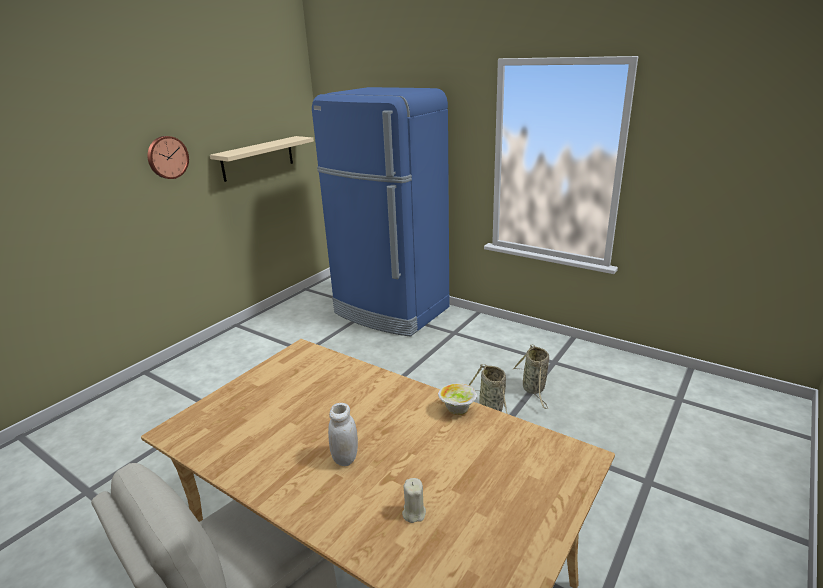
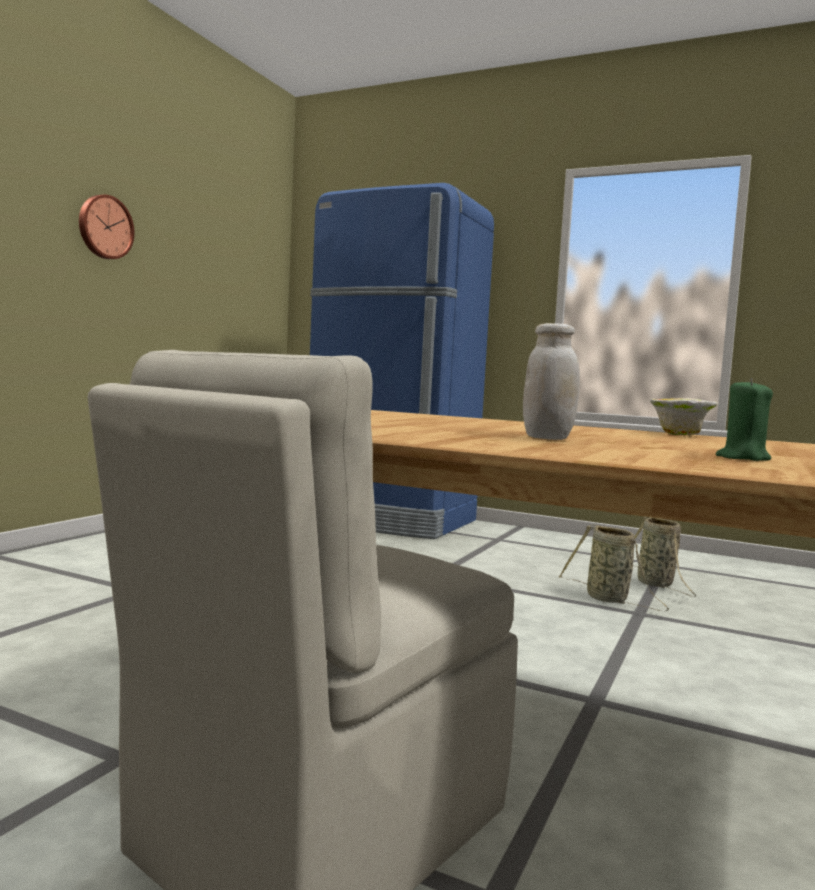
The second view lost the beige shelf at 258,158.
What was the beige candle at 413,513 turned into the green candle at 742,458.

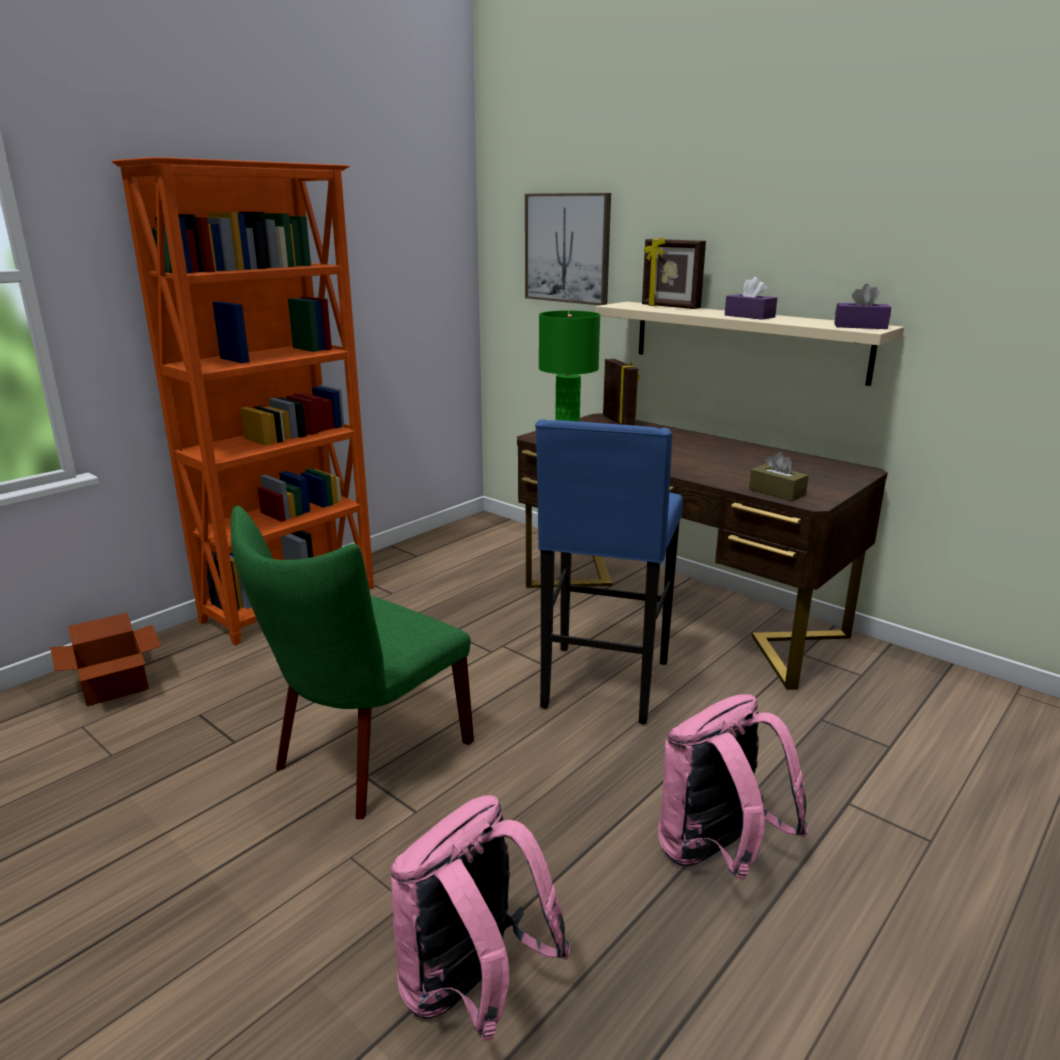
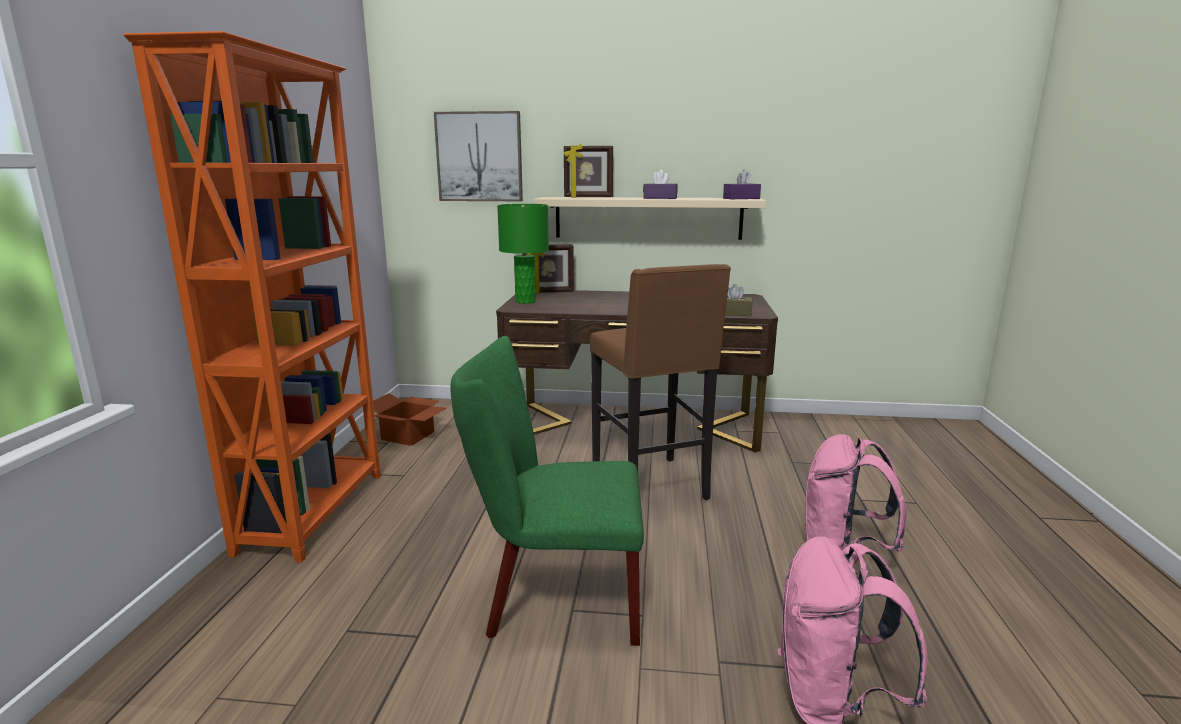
The cardboard box ended up elsewhere, having gone from 113,686 to 408,436.
The green chair at 365,759 ended up facing another way, 90 degrees clockwise from before.
What was the blue stool at 603,686 turned into the brown stool at 652,486.
The picture frame at 619,422 ended up facing another way, 135 degrees clockwise from before.

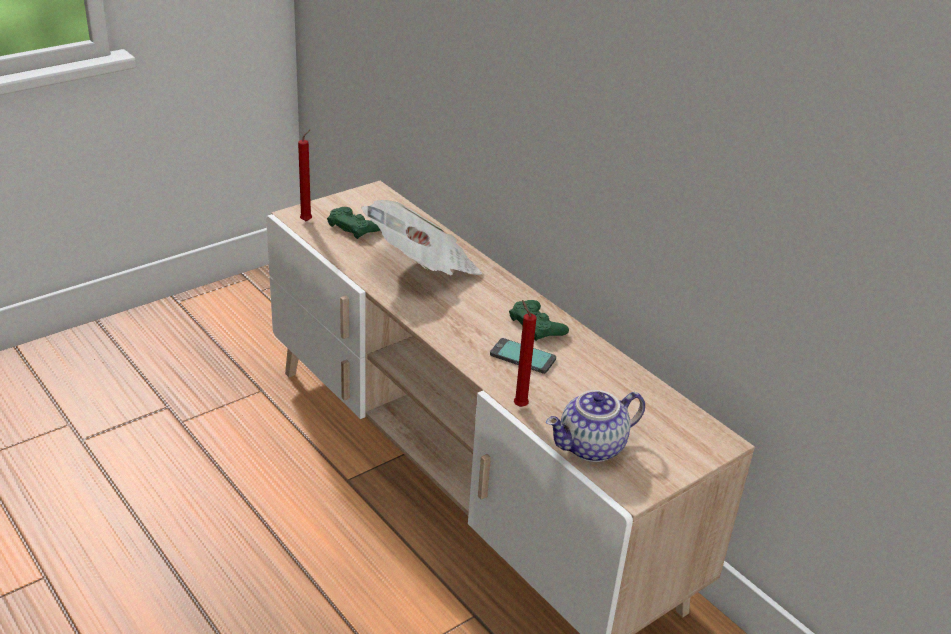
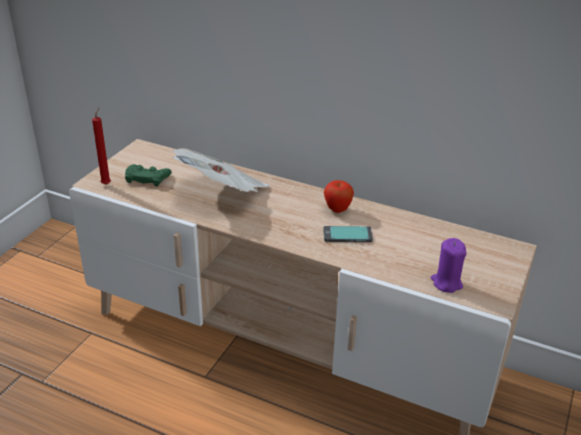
Where the green game controller stood at 537,325, the apple came to stand at 337,210.
The second view lost the red candle at 519,405.
Where the teapot stood at 592,448, the purple candle came to stand at 446,283.

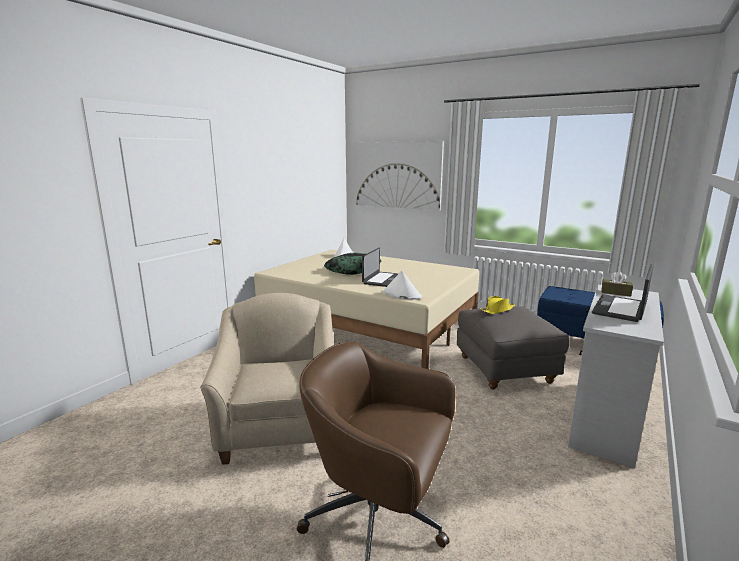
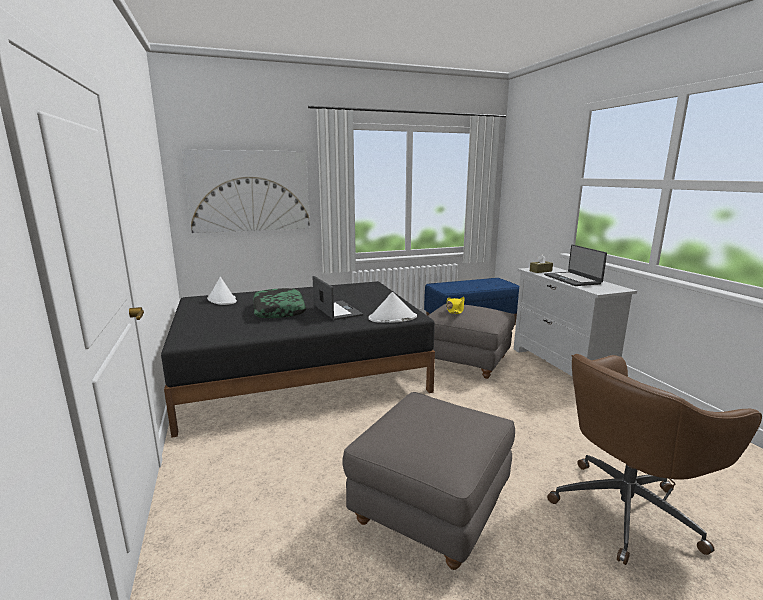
Where the beige armchair stood at 280,425, the grey ottoman came to stand at 430,507.
What was the beige bed at 368,326 turned into the black bed at 300,374.

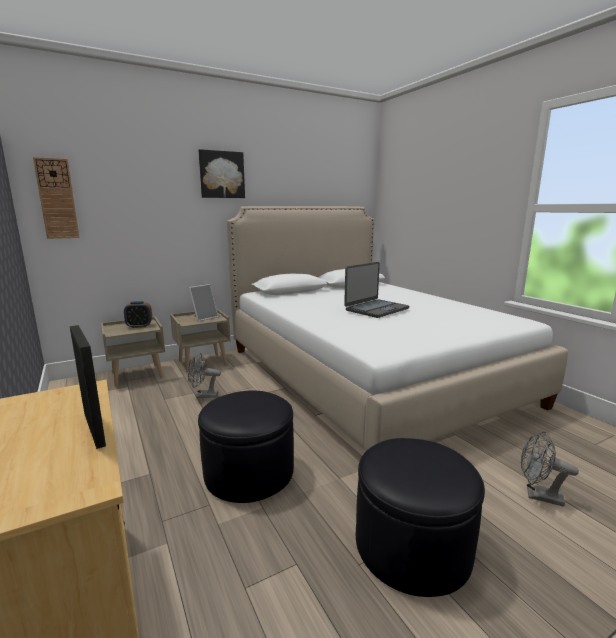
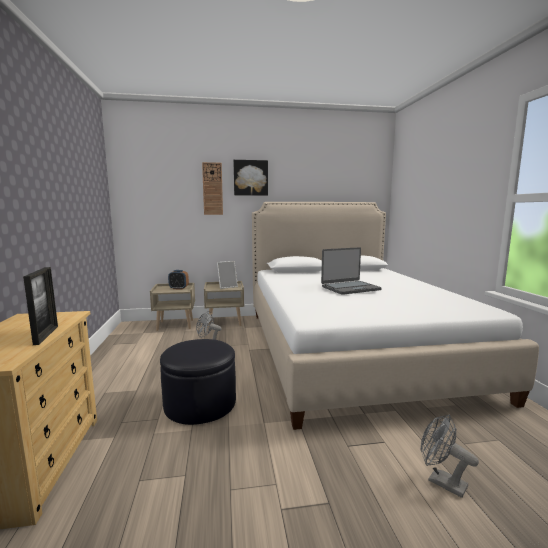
The wall clock ended up elsewhere, having gone from 57,199 to 212,189.
The second view lost the black ottoman at 412,545.

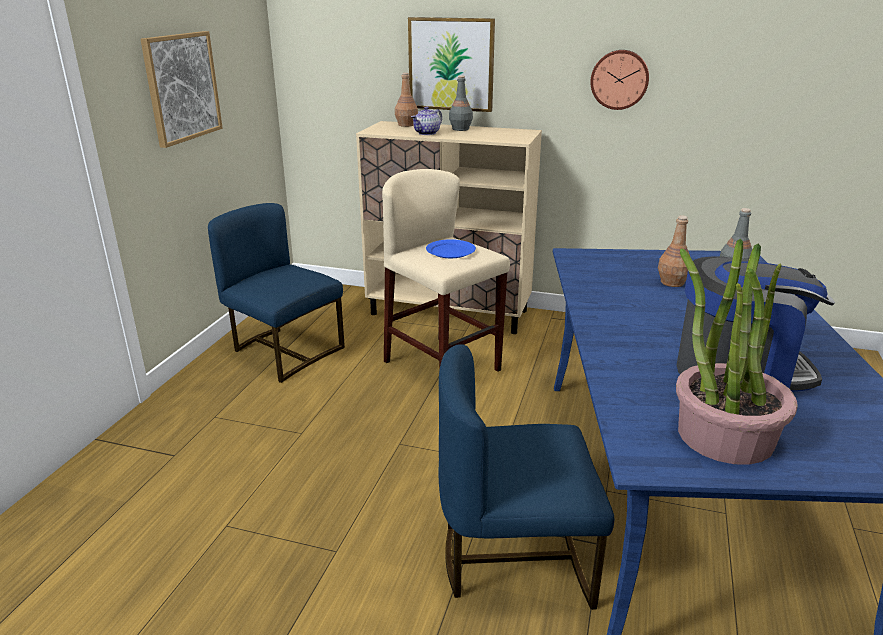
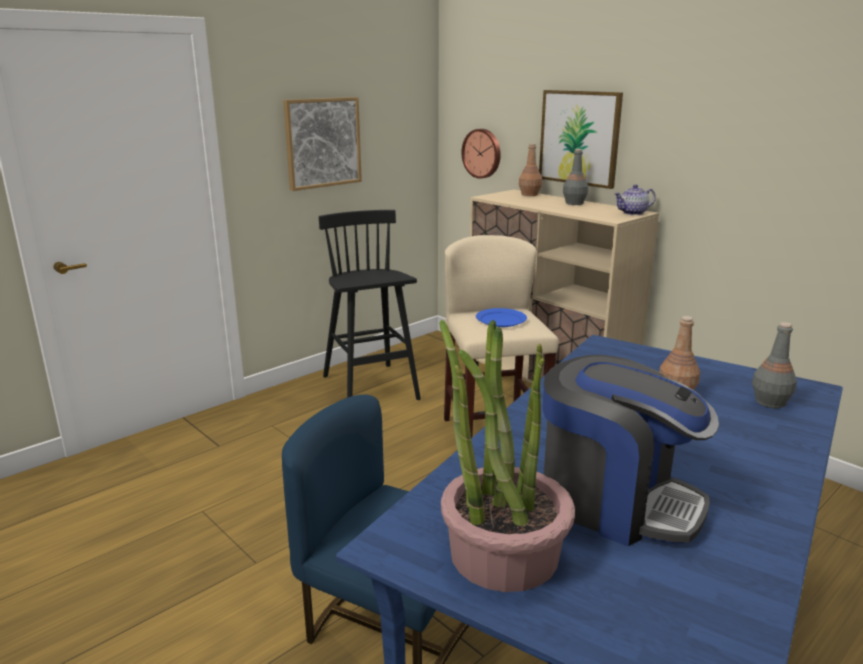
Where the blue chair stood at 284,351, the black stool came to stand at 371,388.
The teapot ended up elsewhere, having gone from 427,133 to 633,213.
The wall clock ended up elsewhere, having gone from 619,79 to 482,153.

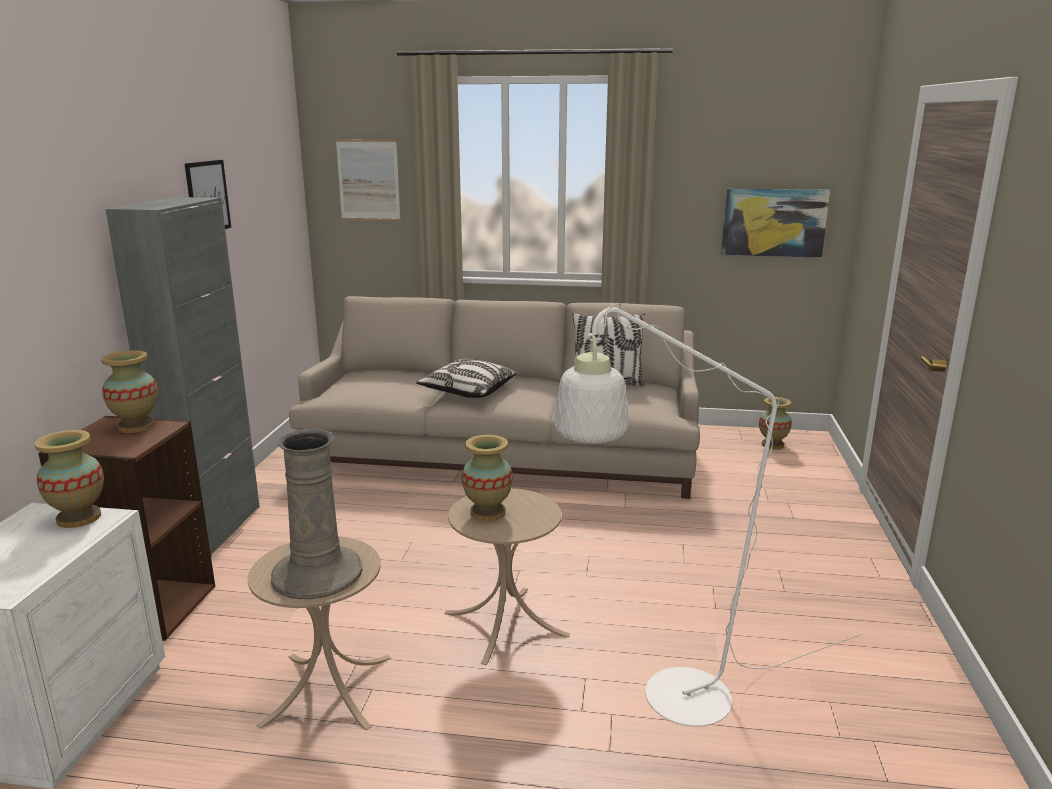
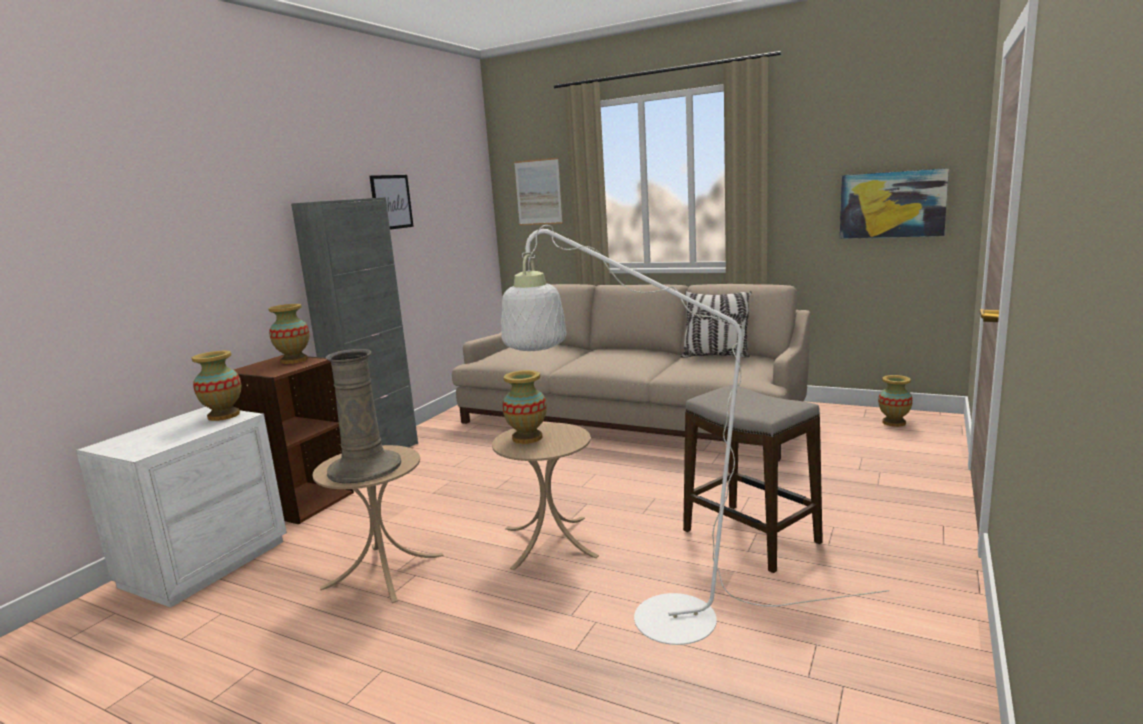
The second view lost the pillow at 467,392.
The second view gained the stool at 750,537.

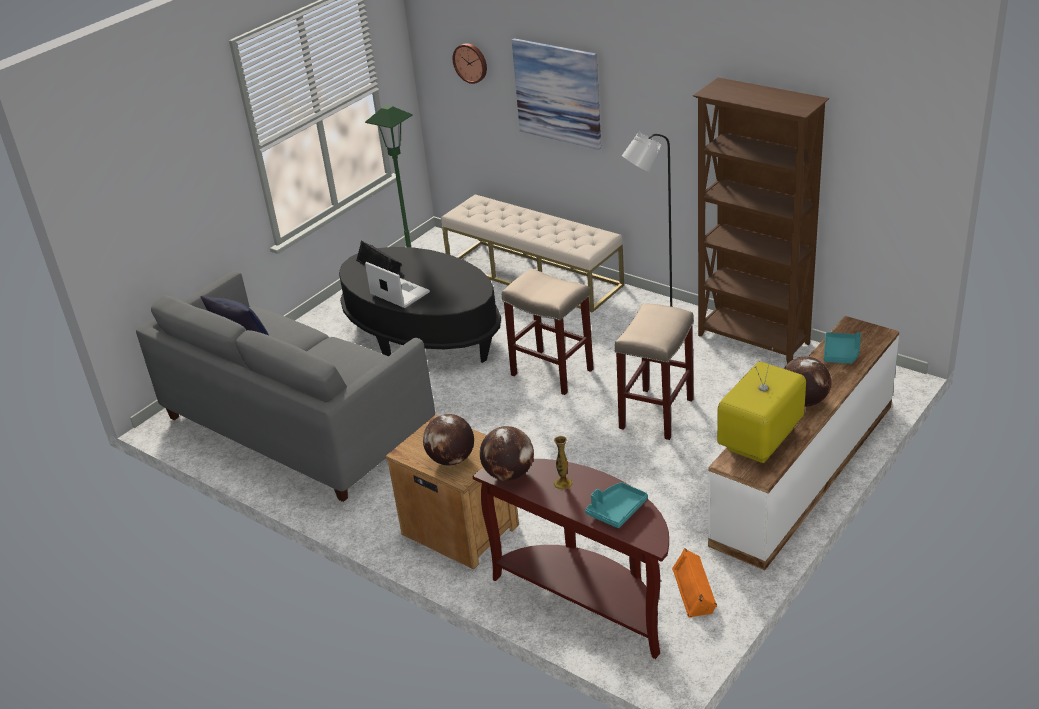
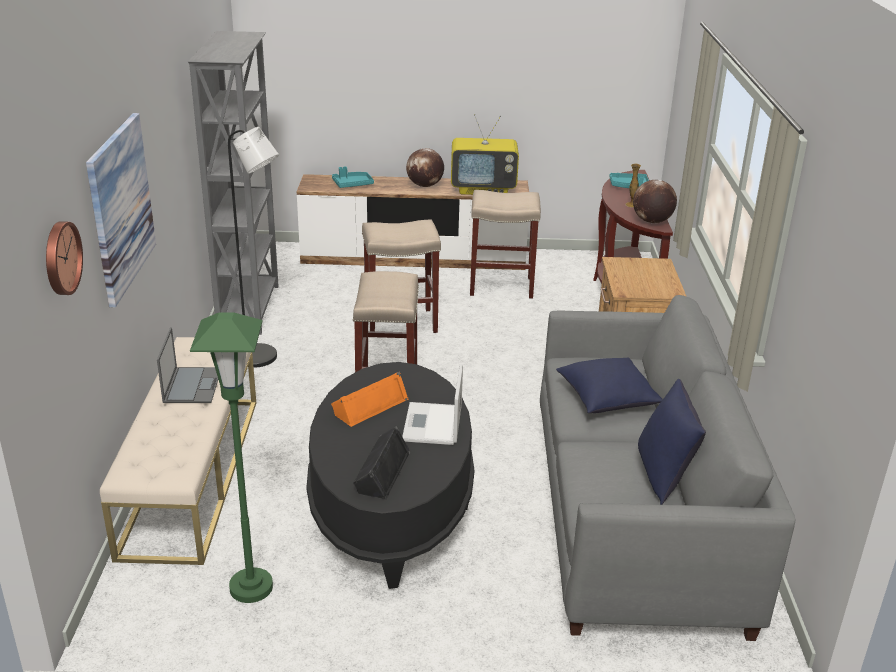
The second view lost the globe at 451,460.
The orange speaker ended up elsewhere, having gone from 695,590 to 369,405.
What was the brown bookcase at 753,340 turned into the grey bookcase at 250,308.
The second view gained the laptop at 192,385.
The second view gained the beige stool at 502,286.
The second view gained the blue pillow at 606,399.

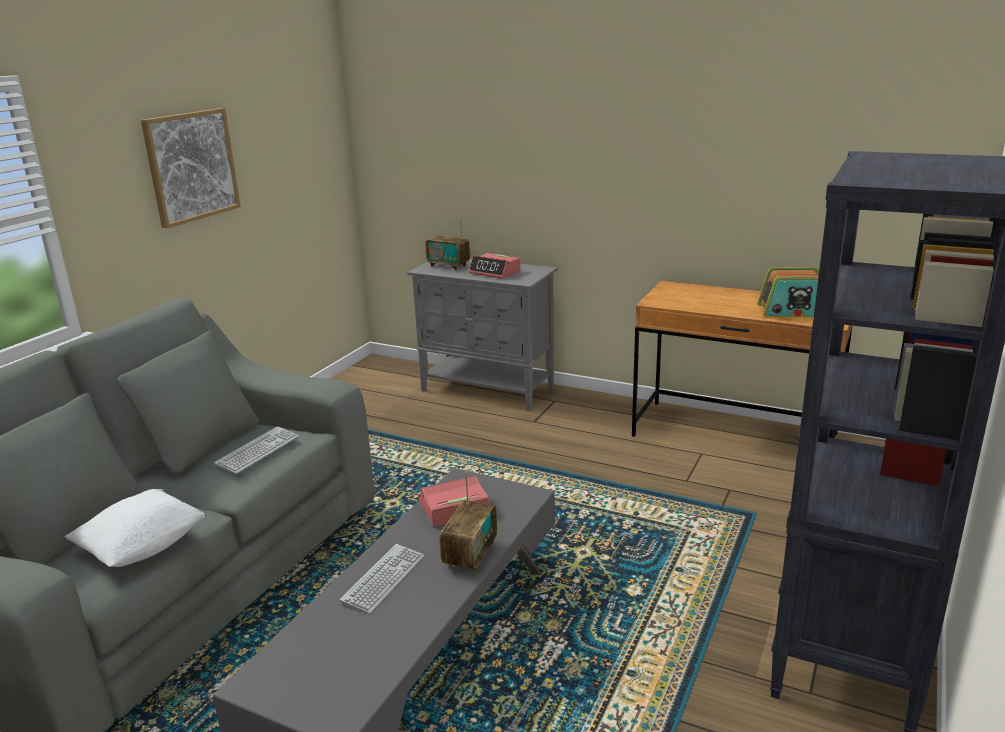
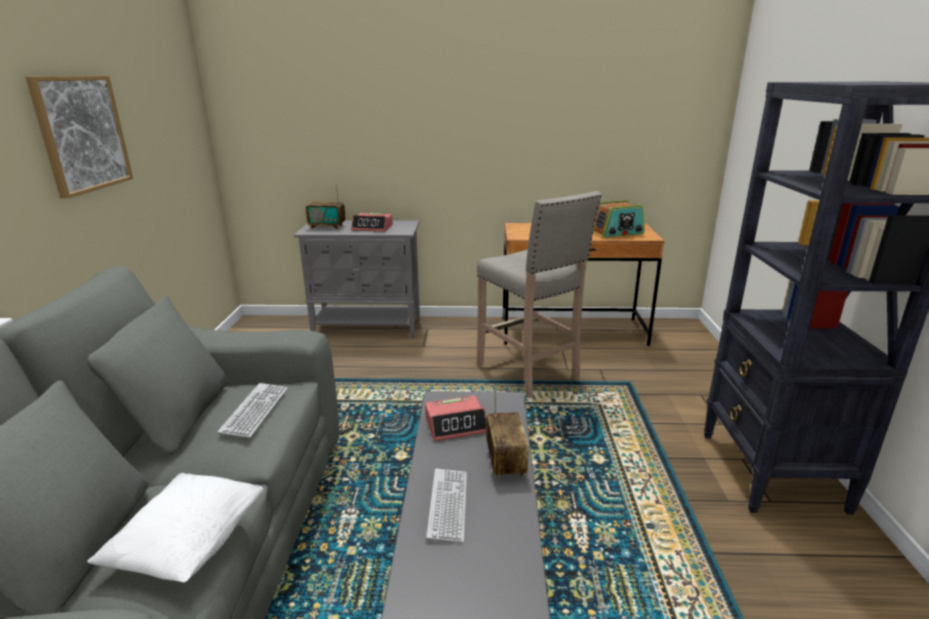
The alarm clock at 454,508 ended up facing another way, 150 degrees counterclockwise from before.
The second view gained the beige stool at 529,372.

